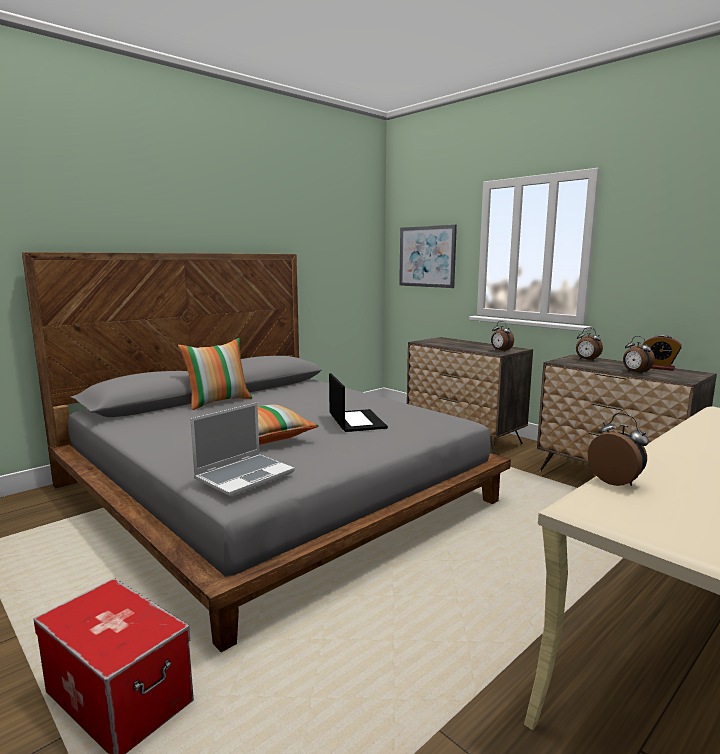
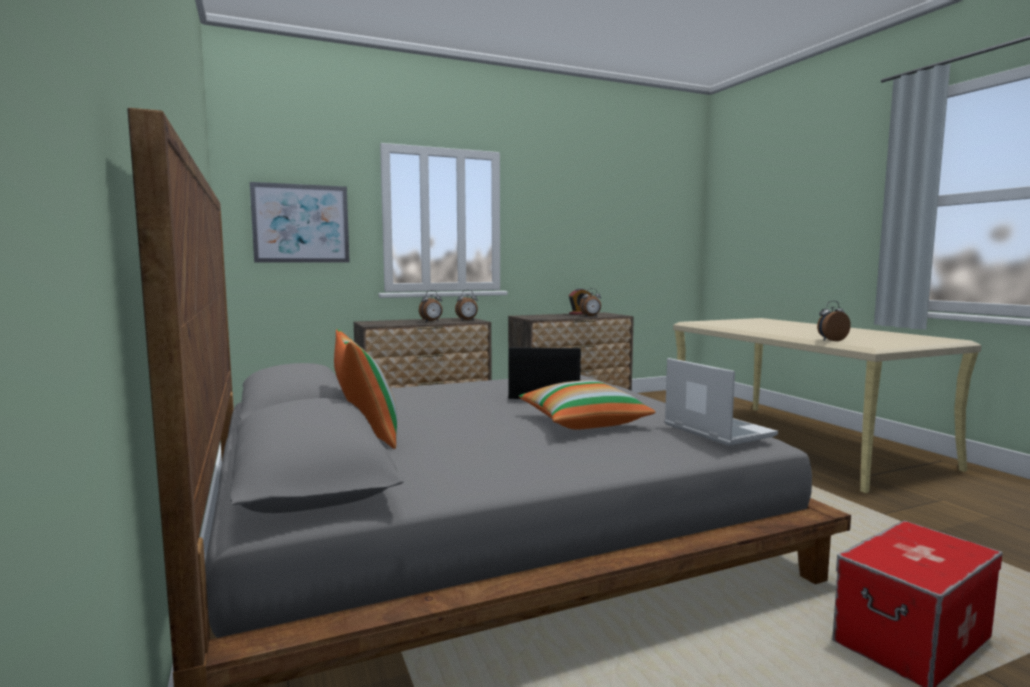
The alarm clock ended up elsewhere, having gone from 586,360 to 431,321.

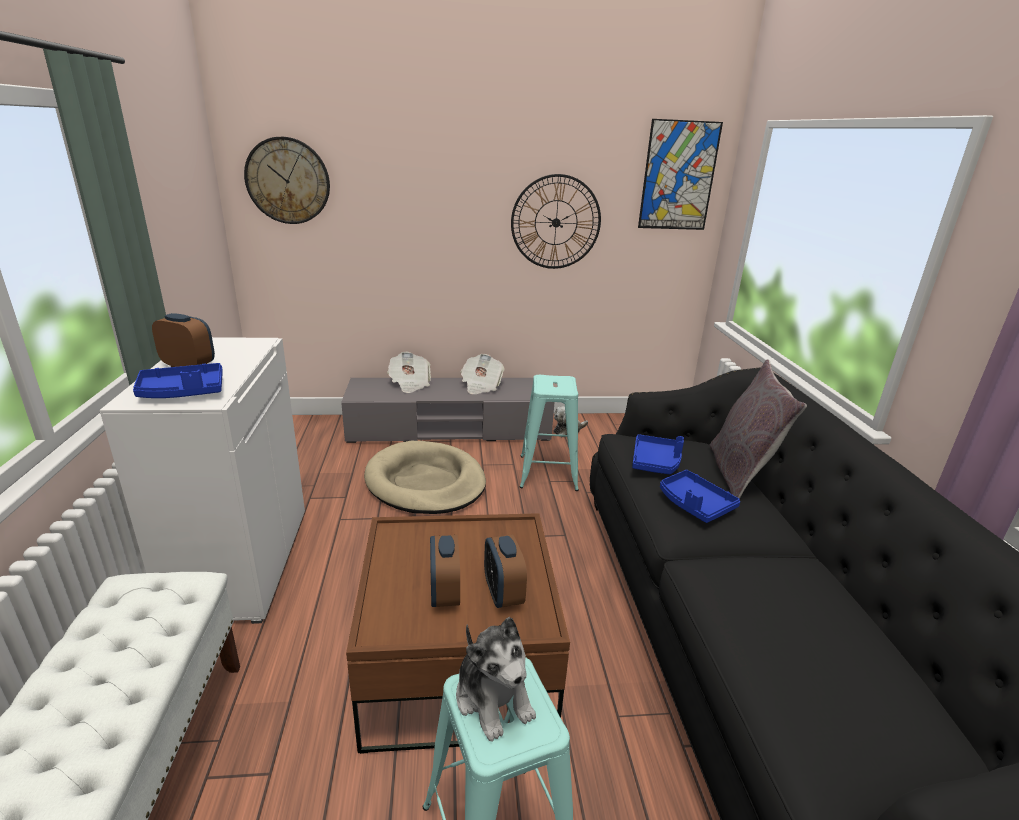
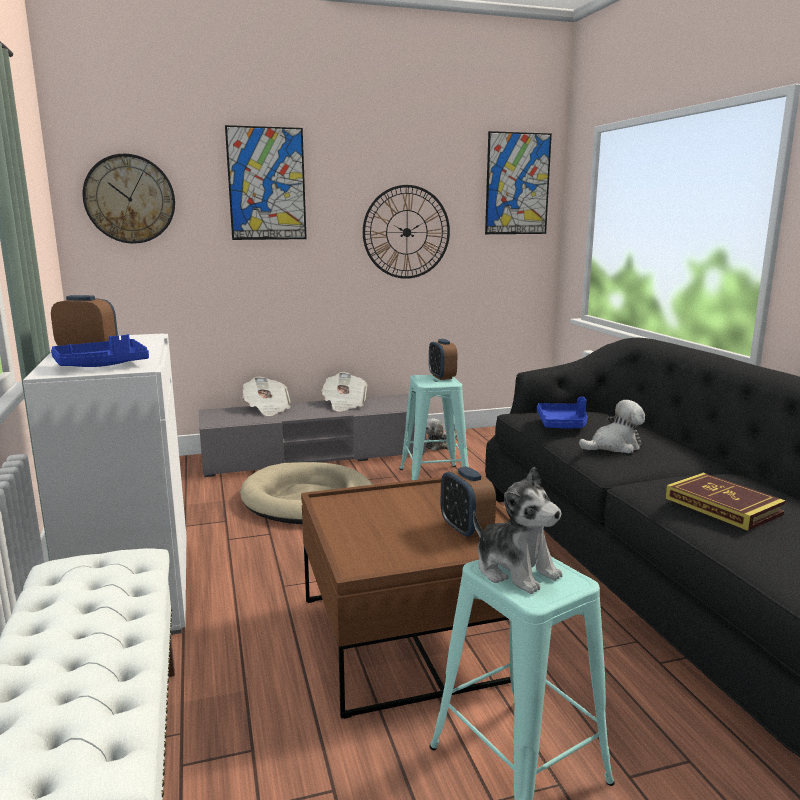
The alarm clock ended up elsewhere, having gone from 444,593 to 442,377.
Where the blue tray stood at 694,504, the plush toy came to stand at 614,446.
The second view lost the grey pillow at 740,474.
The second view gained the picture at 267,184.
The second view gained the book at 723,506.

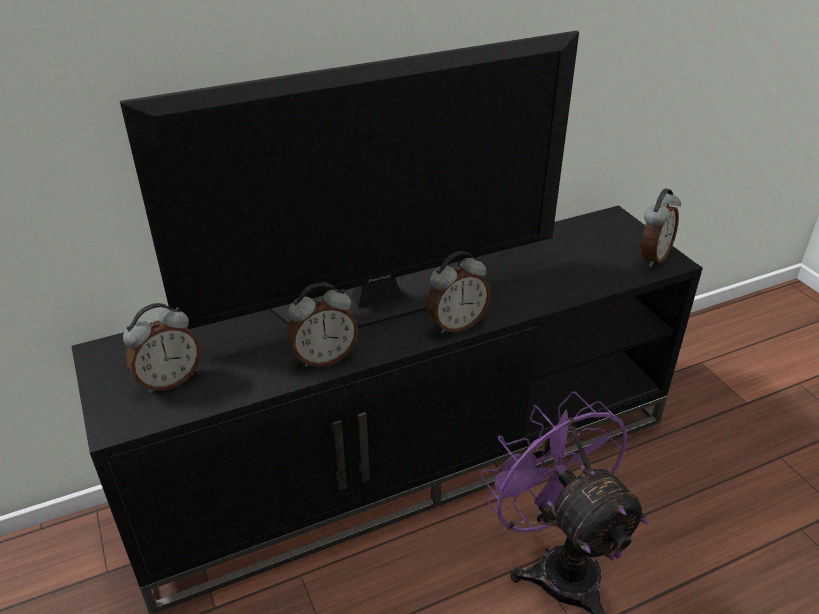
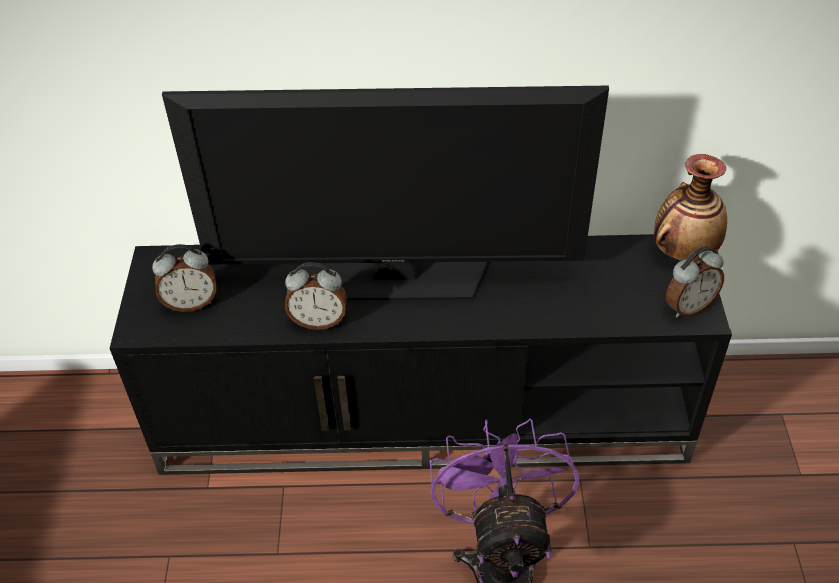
The second view lost the alarm clock at 456,324.
The second view gained the vase at 683,251.

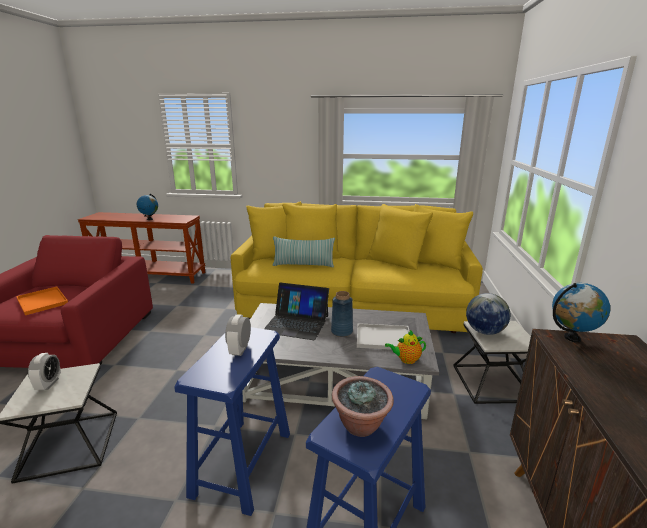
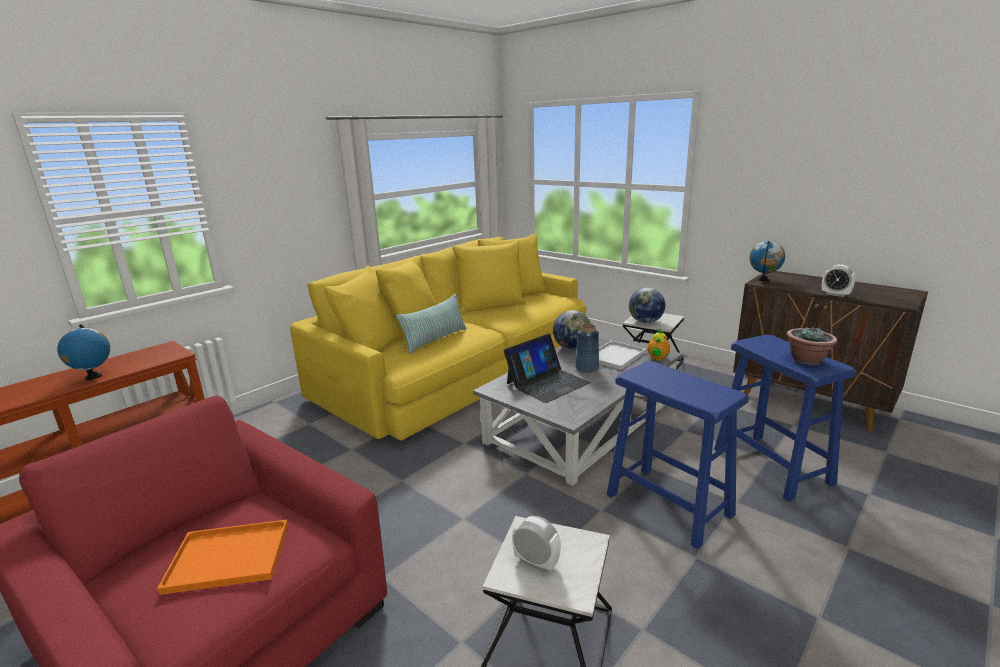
The alarm clock ended up elsewhere, having gone from 240,350 to 835,294.
The second view gained the globe at 572,348.

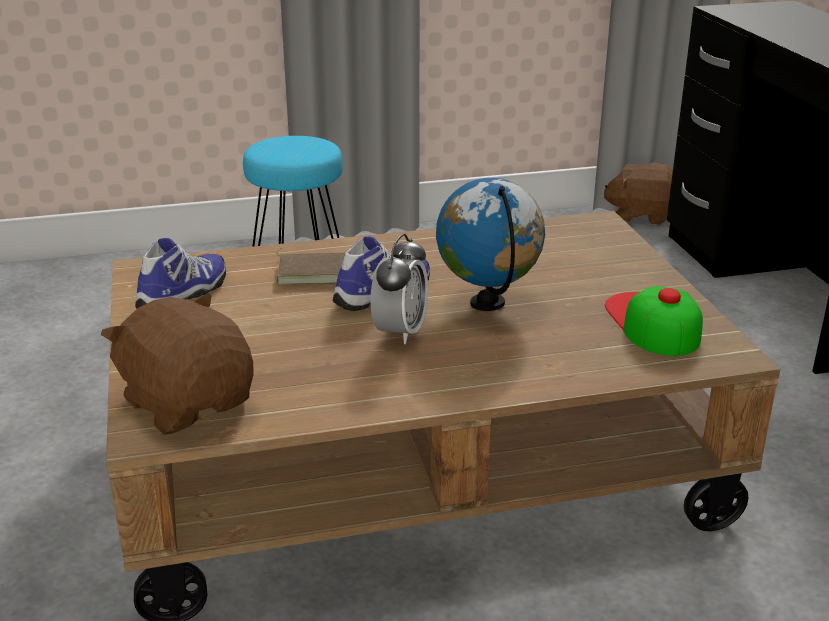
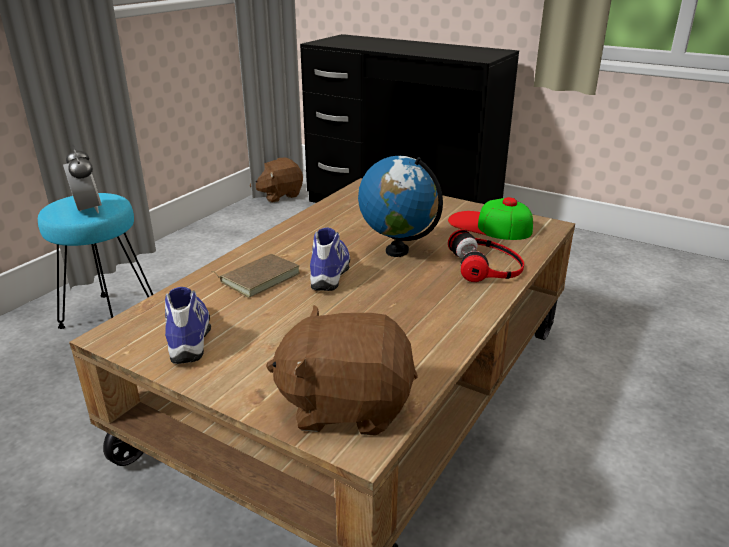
The alarm clock ended up elsewhere, having gone from 400,332 to 88,210.
The second view gained the headphones at 487,265.

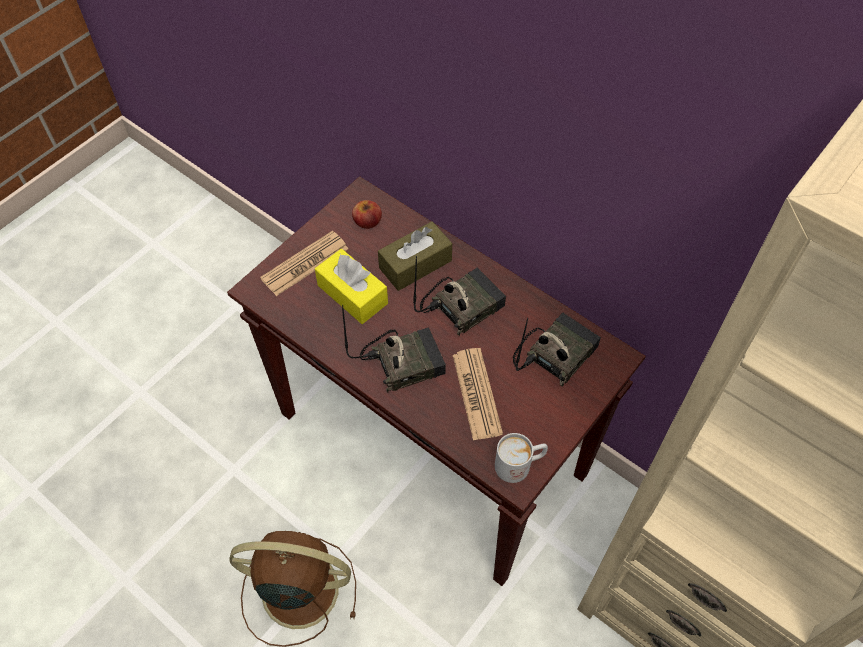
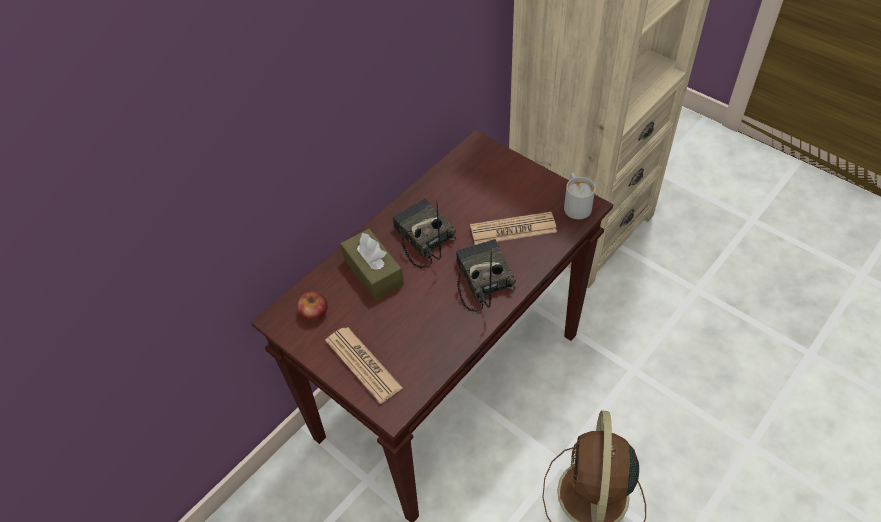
The second view lost the yellow tissue box at 352,294.
The second view lost the radio at 554,353.

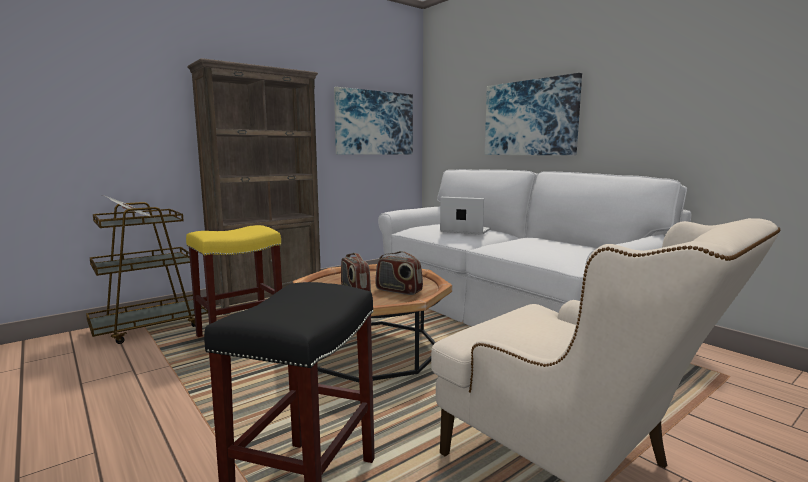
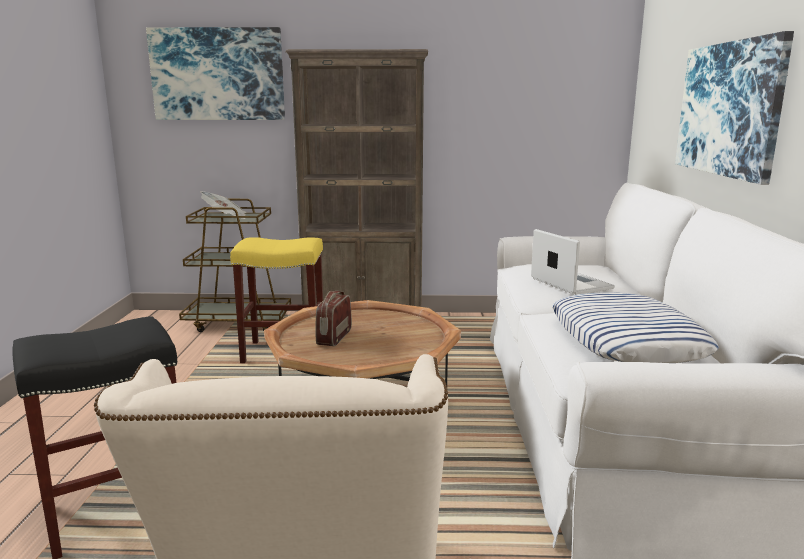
The picture ended up elsewhere, having gone from 374,123 to 217,74.
The second view lost the radio at 398,290.
The second view gained the pillow at 626,339.

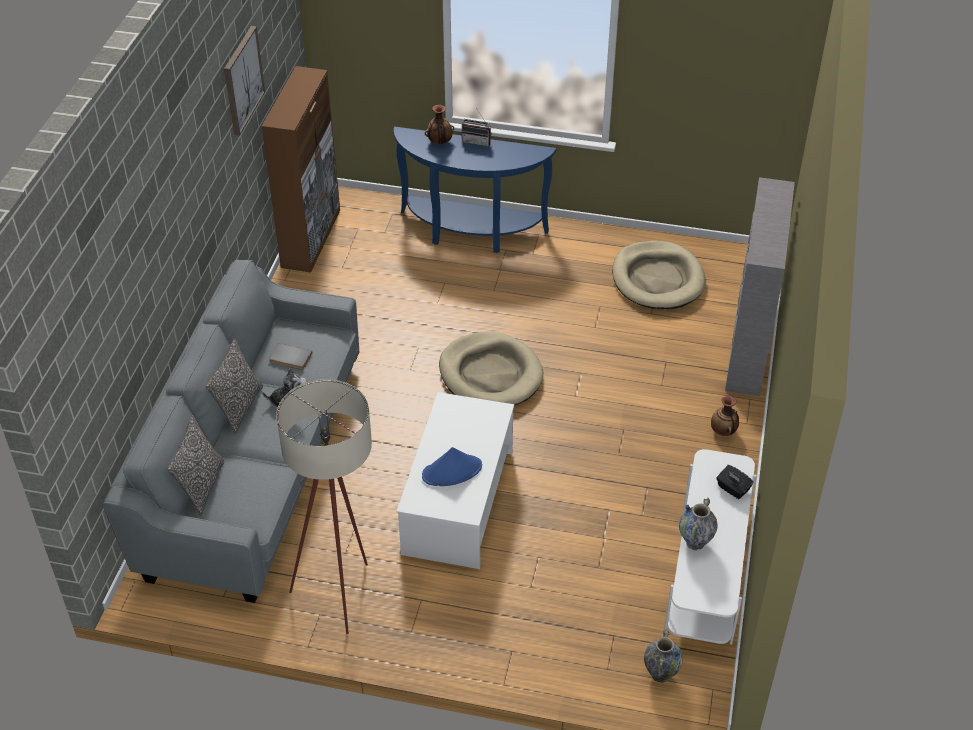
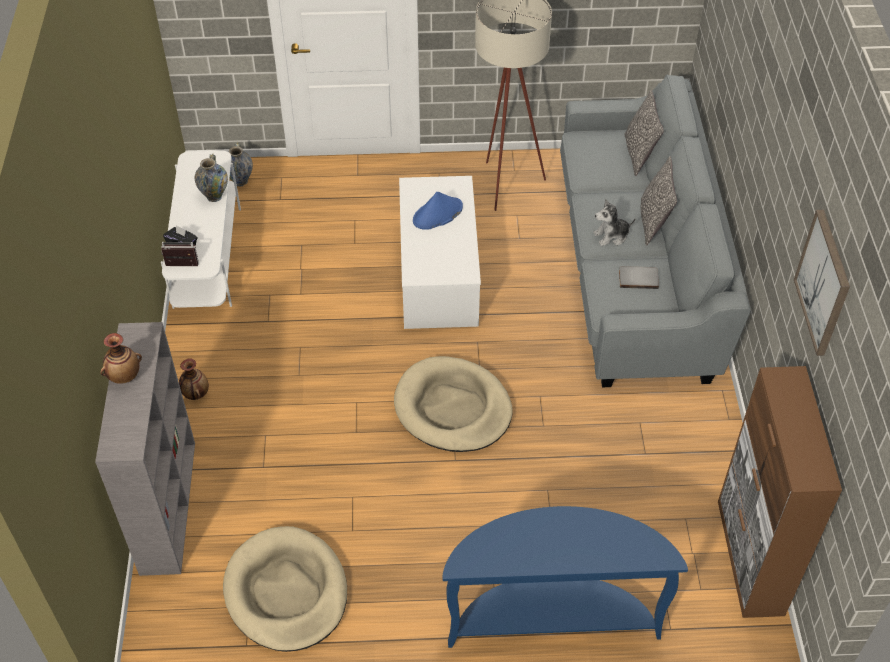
The vase ended up elsewhere, having gone from 440,142 to 124,376.
The radio ended up elsewhere, having gone from 477,141 to 181,267.

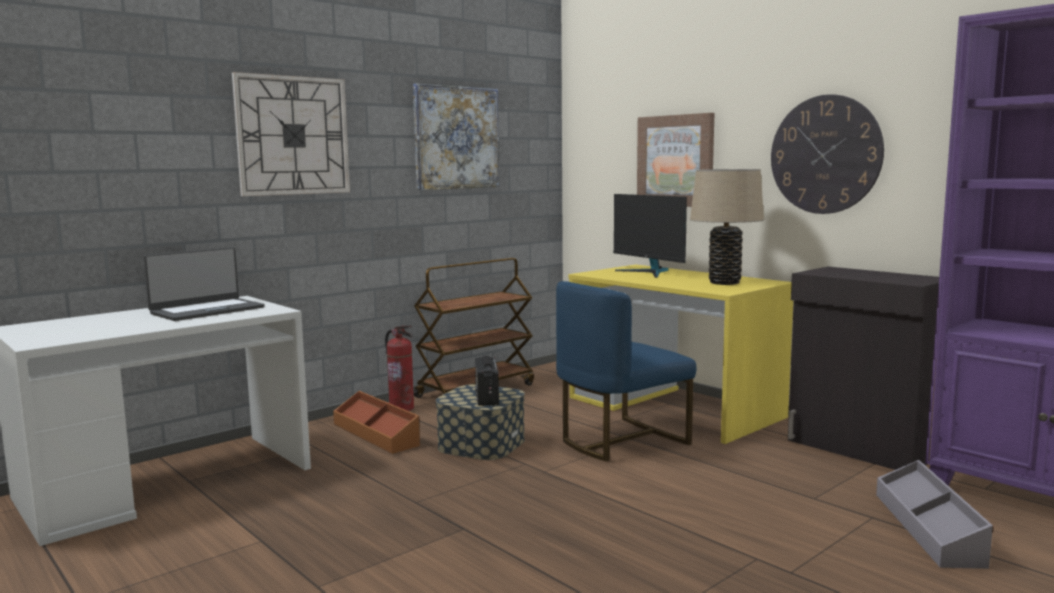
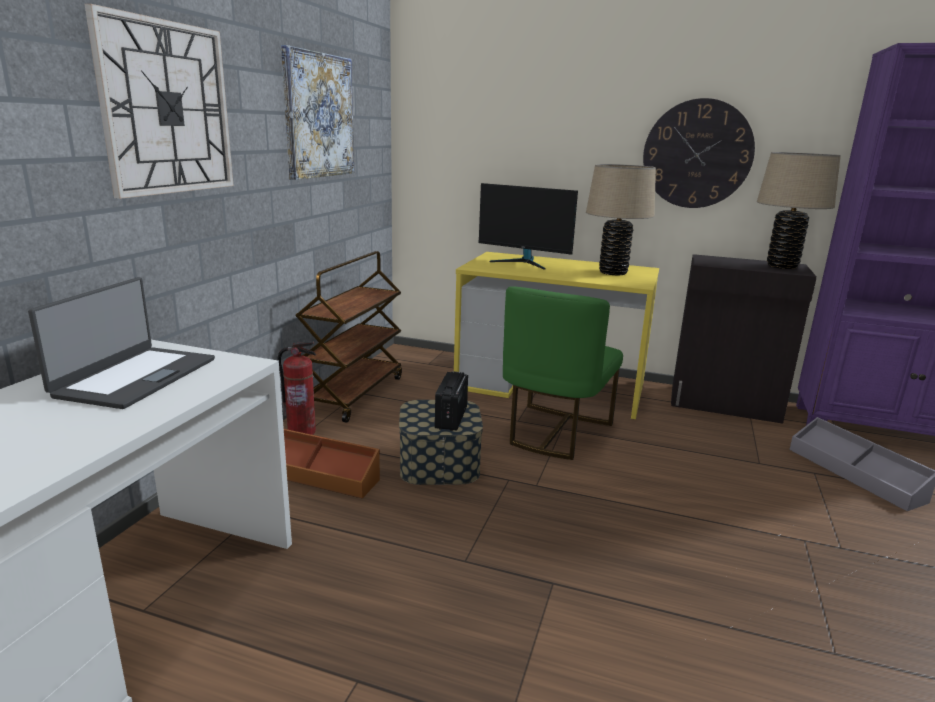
The radio at 487,398 ended up facing another way, 45 degrees clockwise from before.
What was the blue chair at 620,440 turned into the green chair at 555,432.
The second view lost the picture at 675,160.
The second view gained the beige table lamp at 782,266.

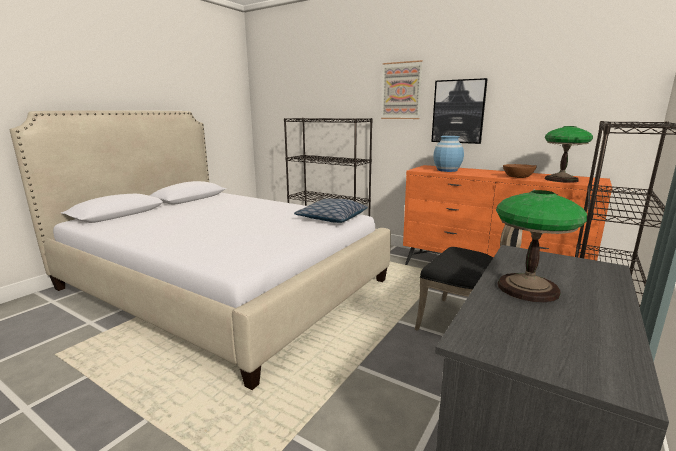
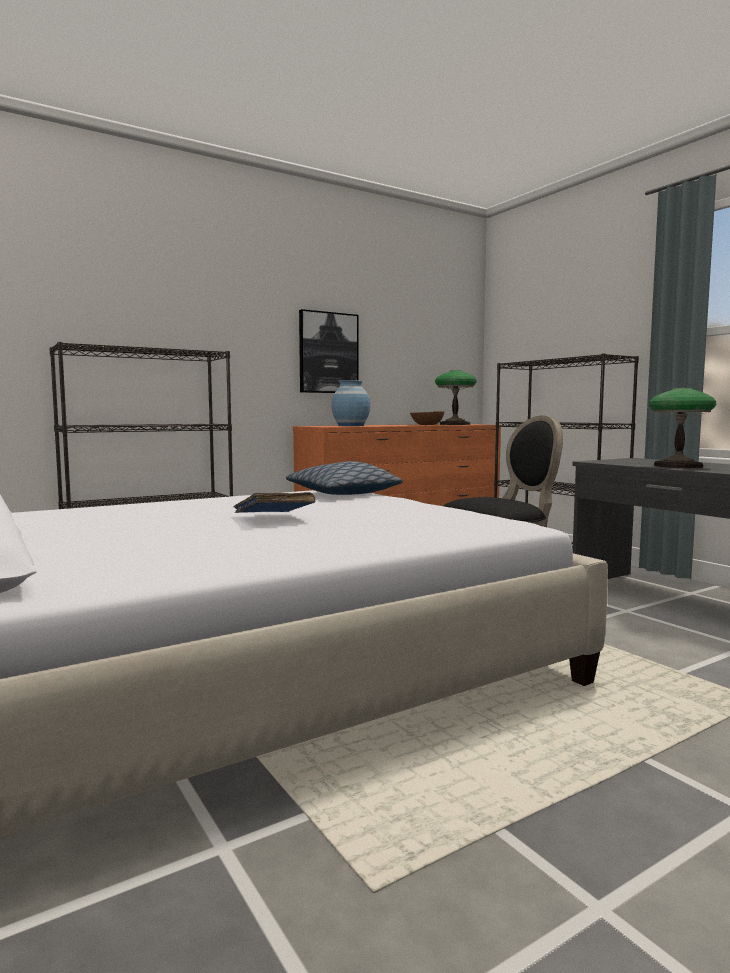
The second view lost the picture at 401,91.
The second view gained the blue book at 273,518.

